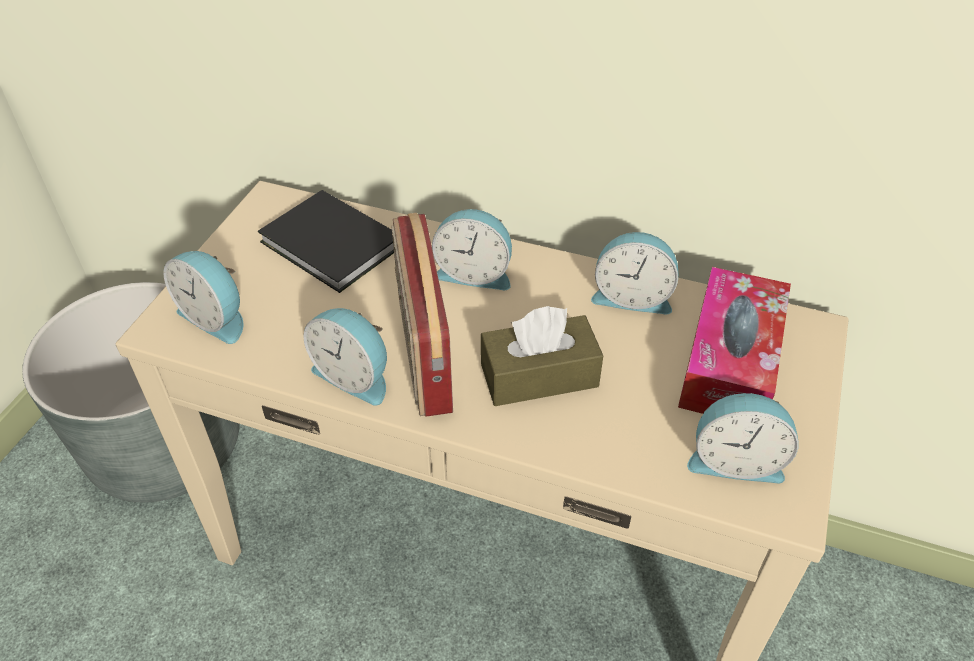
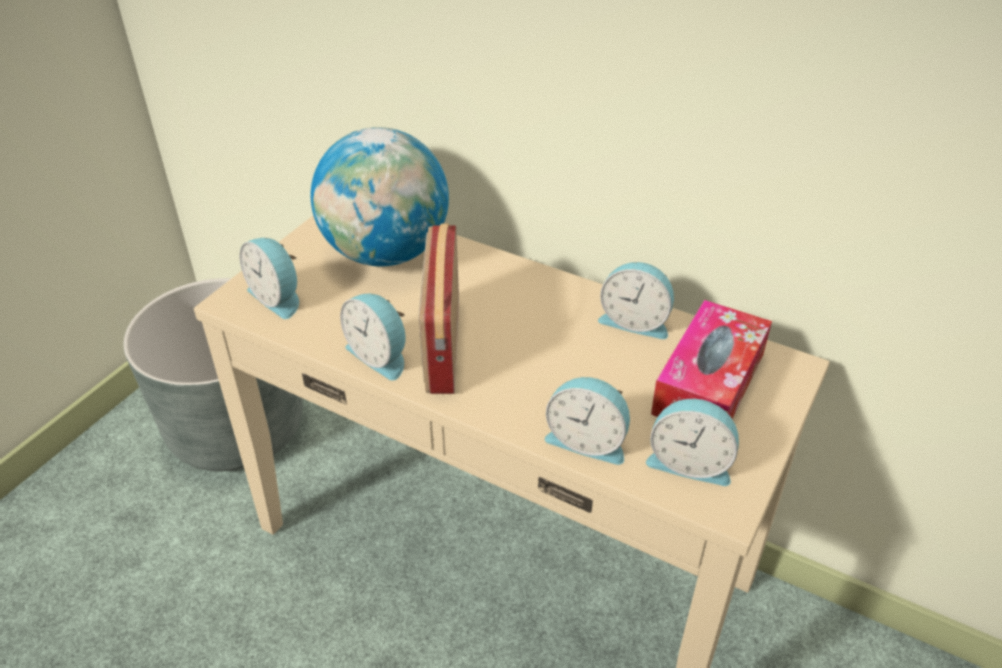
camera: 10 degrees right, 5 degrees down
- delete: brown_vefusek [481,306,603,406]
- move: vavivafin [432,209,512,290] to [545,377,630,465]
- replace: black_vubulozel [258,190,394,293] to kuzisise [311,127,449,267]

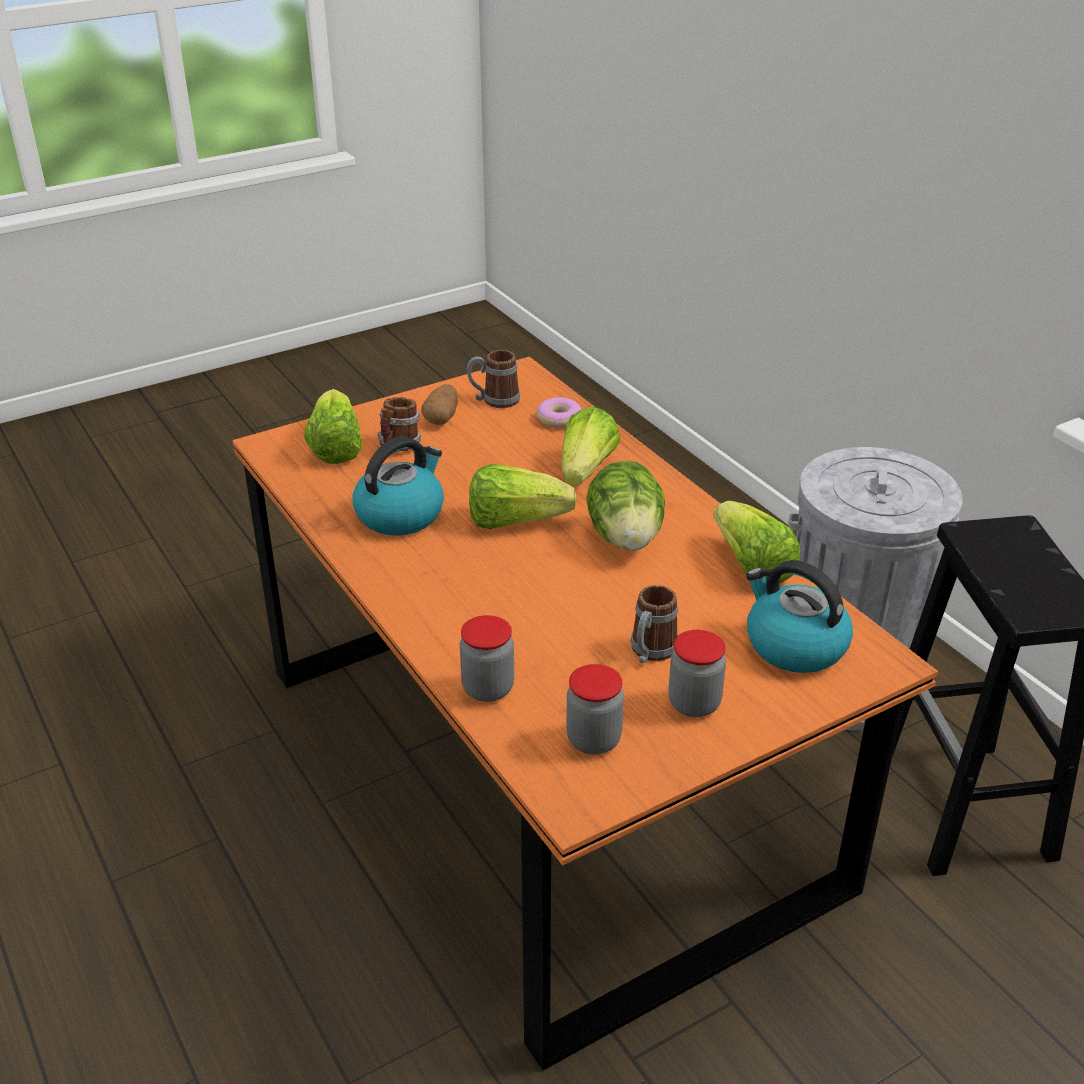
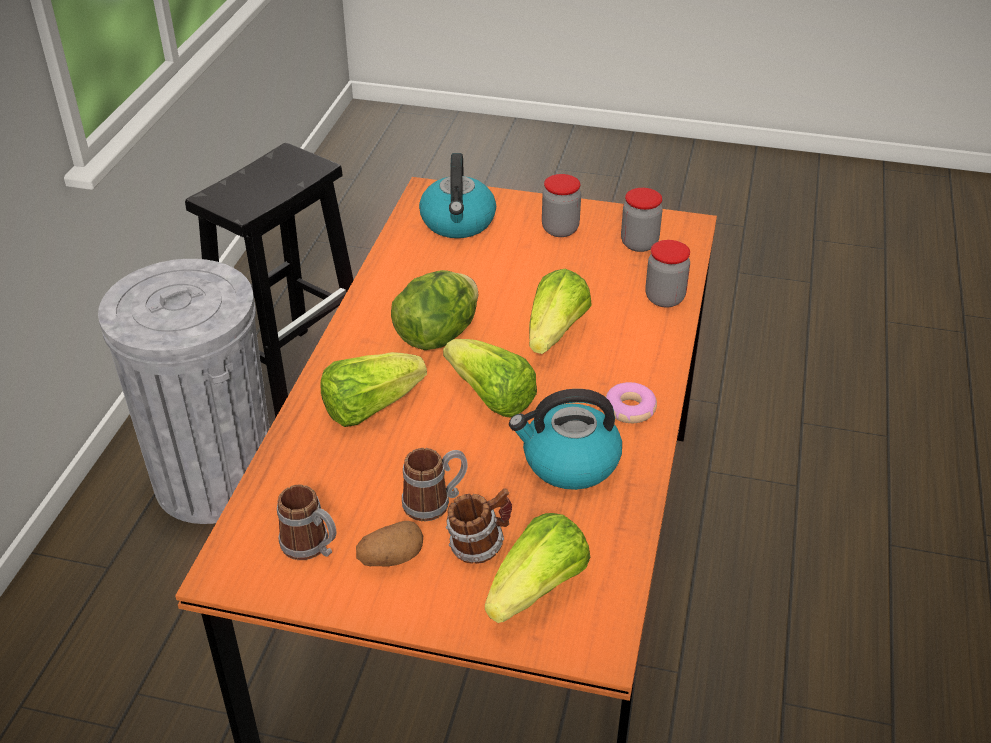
camera: 135 degrees left, 5 degrees up
- move: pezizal [536,397,582,428] to [605,382,657,423]
- move: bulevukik [630,585,678,664] to [402,448,468,521]
- move: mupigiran [713,501,800,584] to [529,269,592,354]

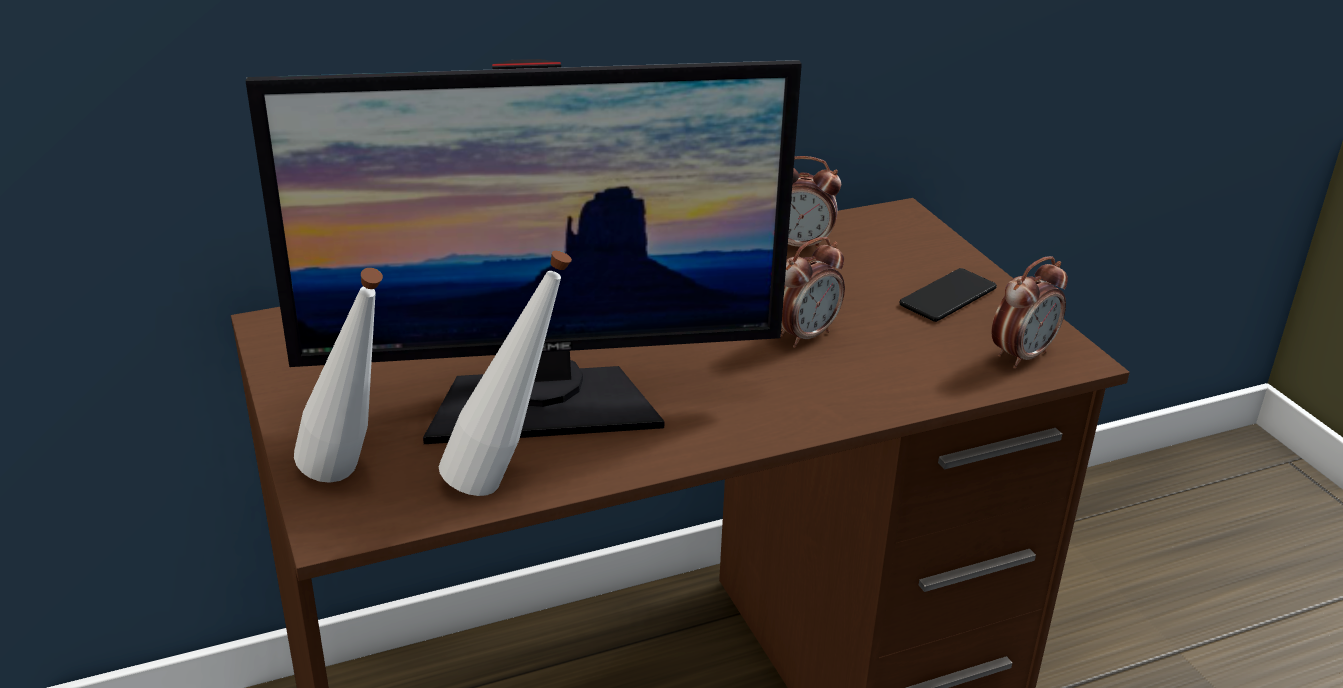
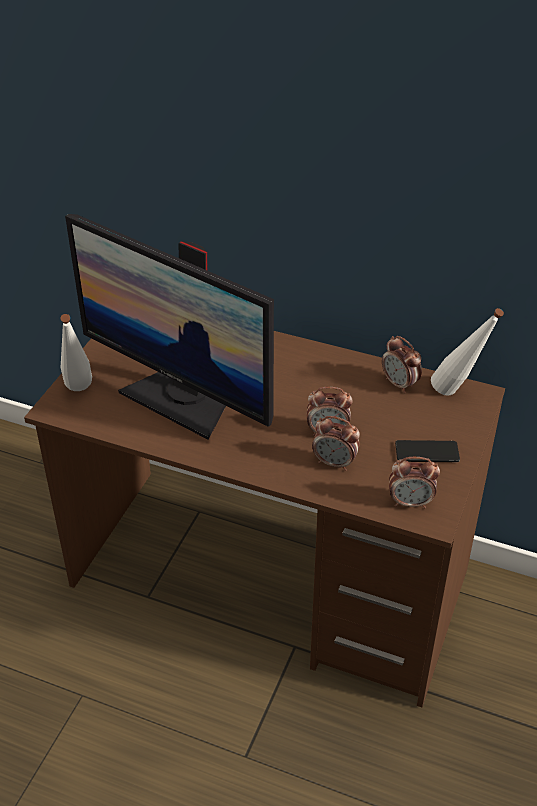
camera: 45 degrees right, 10 degrees up
- insert: vavivafin [312,416,360,471]
- move: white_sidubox [439,251,572,496] to [431,308,504,396]

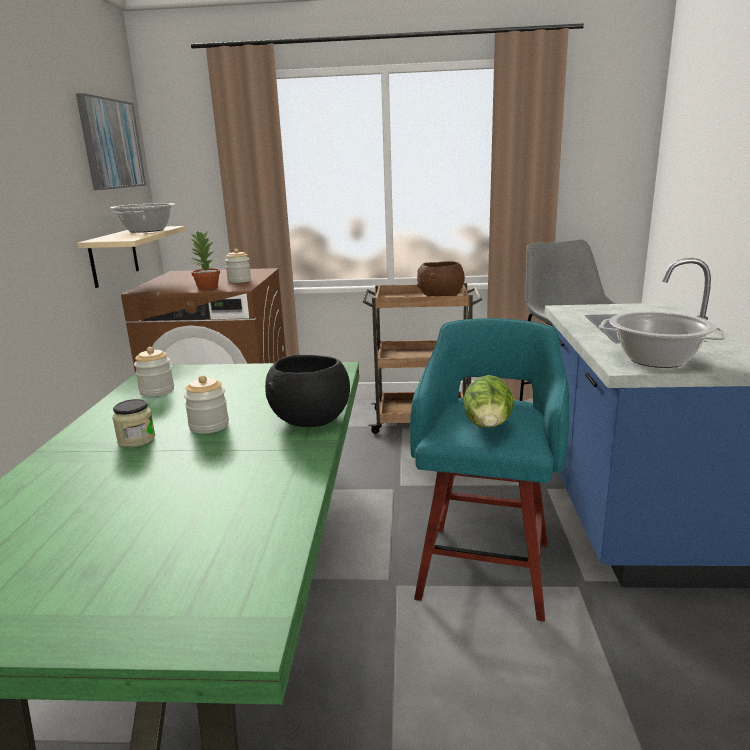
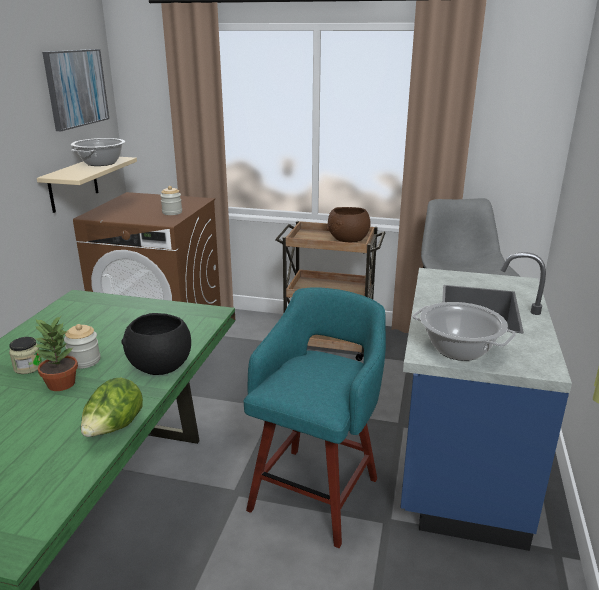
camera: 10 degrees right, 5 degrees up
- delete: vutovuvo [134,347,174,397]
- move: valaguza [189,231,220,289] to [34,316,78,391]
- move: mupigiran [463,375,514,428] to [81,378,143,437]

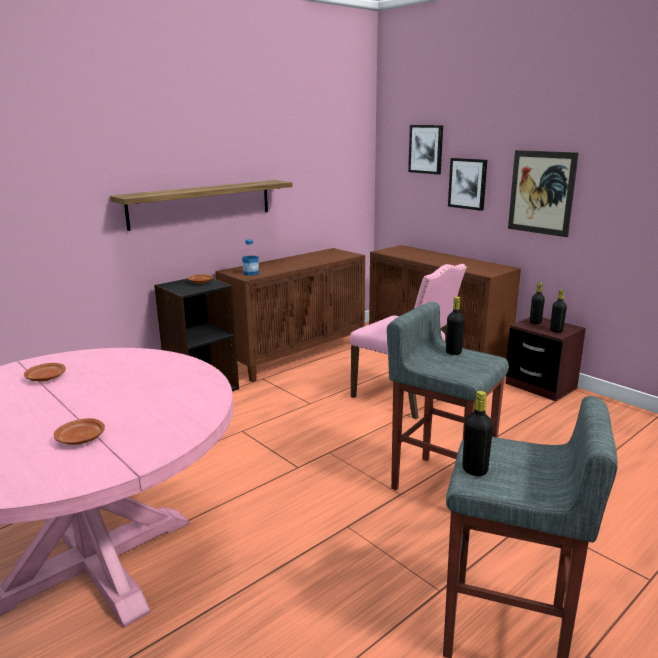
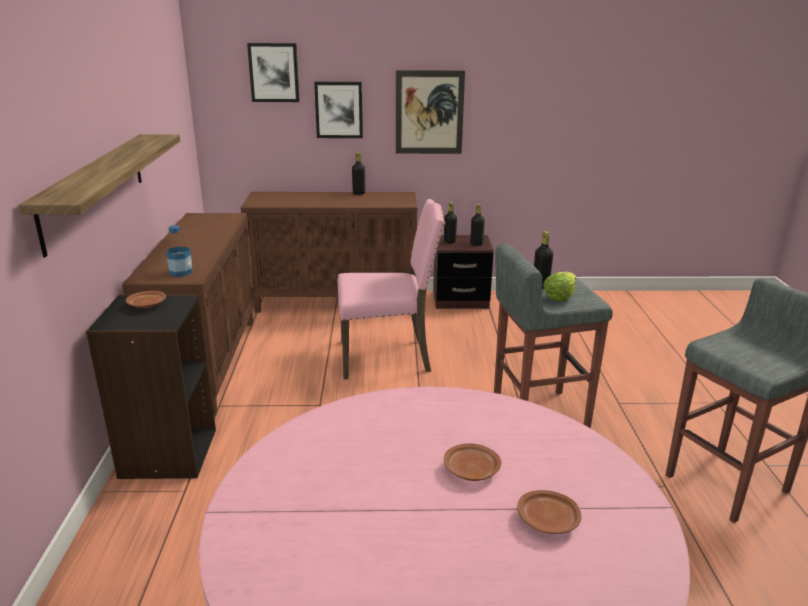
camera: 50 degrees left, 5 degrees up
- insert: mupigiran [543,272,576,301]
- move: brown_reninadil [24,363,66,381] to [444,443,501,481]
- move: black_sidubox [462,391,493,476] to [352,152,365,195]

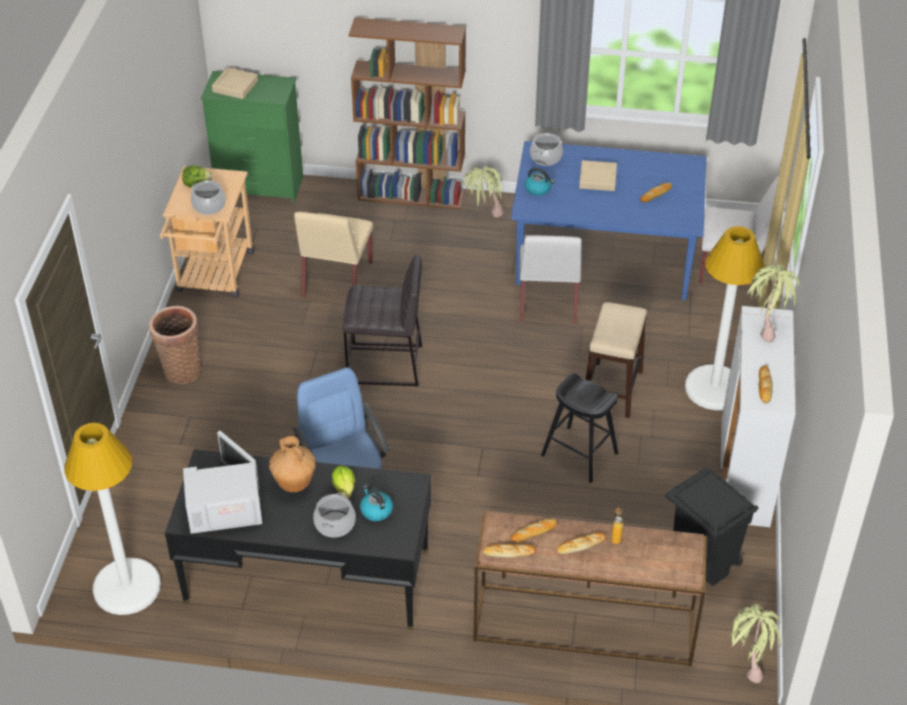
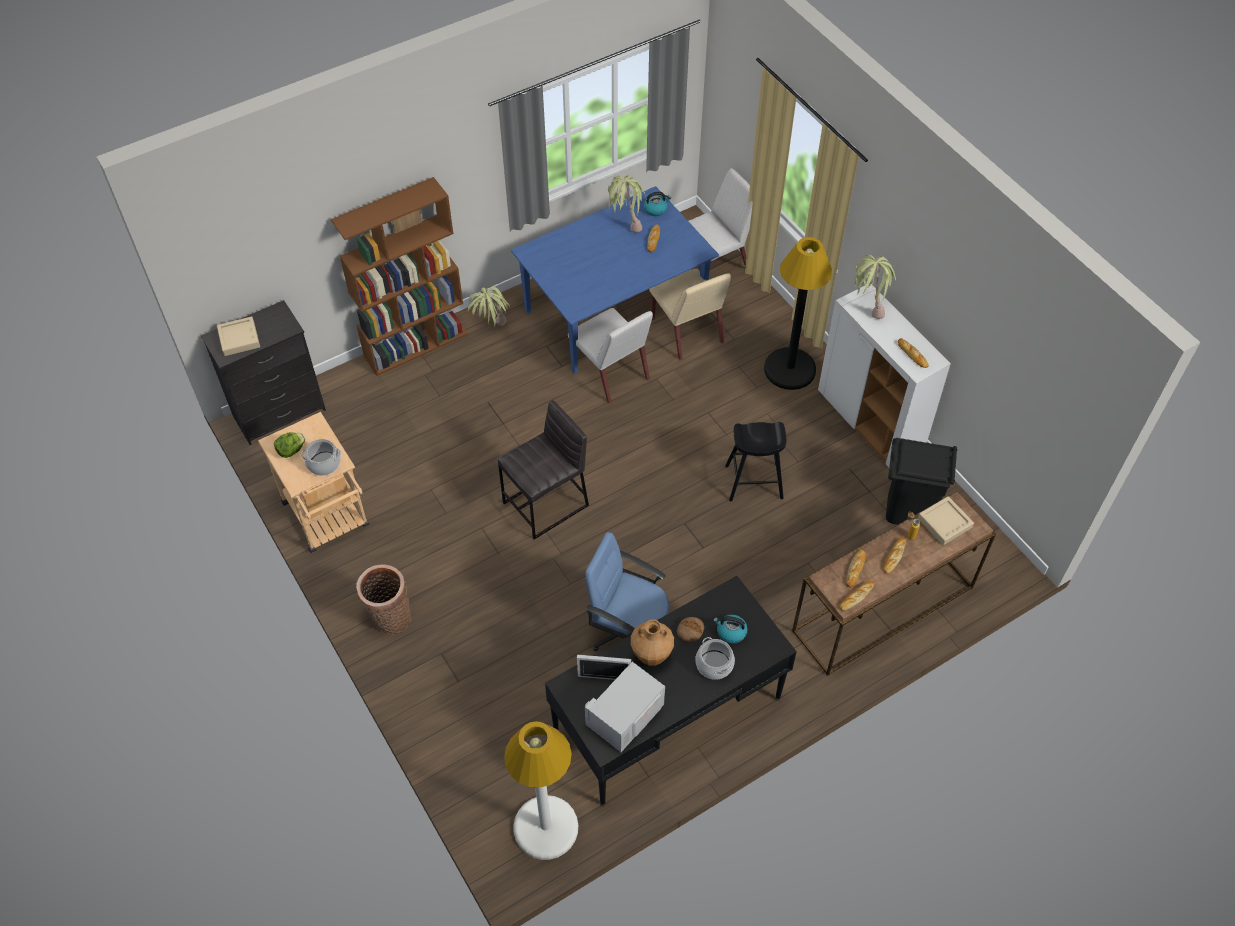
camera: 40 degrees left, 10 degrees up
- delete: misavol [530,133,563,166]
- delete: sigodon [585,302,647,418]
- move: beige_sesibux [294,212,373,298] to [649,268,731,360]
- move: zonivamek [525,168,555,196] to [644,192,671,216]
- move: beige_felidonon [579,160,617,191] to [918,496,974,545]
- move: valaguza [728,604,781,683] to [608,175,645,232]
- replace: mupigiran [331,466,355,498] to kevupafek [677,617,704,642]
- recolor: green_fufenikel [201,71,303,203] to black_fufenikel [201,300,326,445]
- recolor: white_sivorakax [685,226,764,410] to black_sivorakax [764,237,832,390]

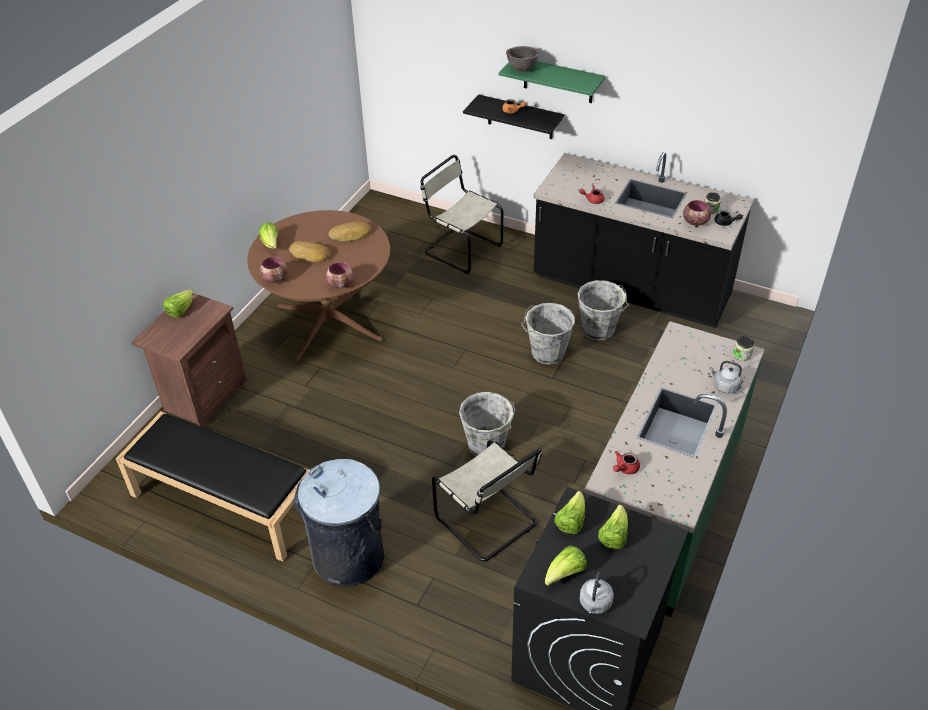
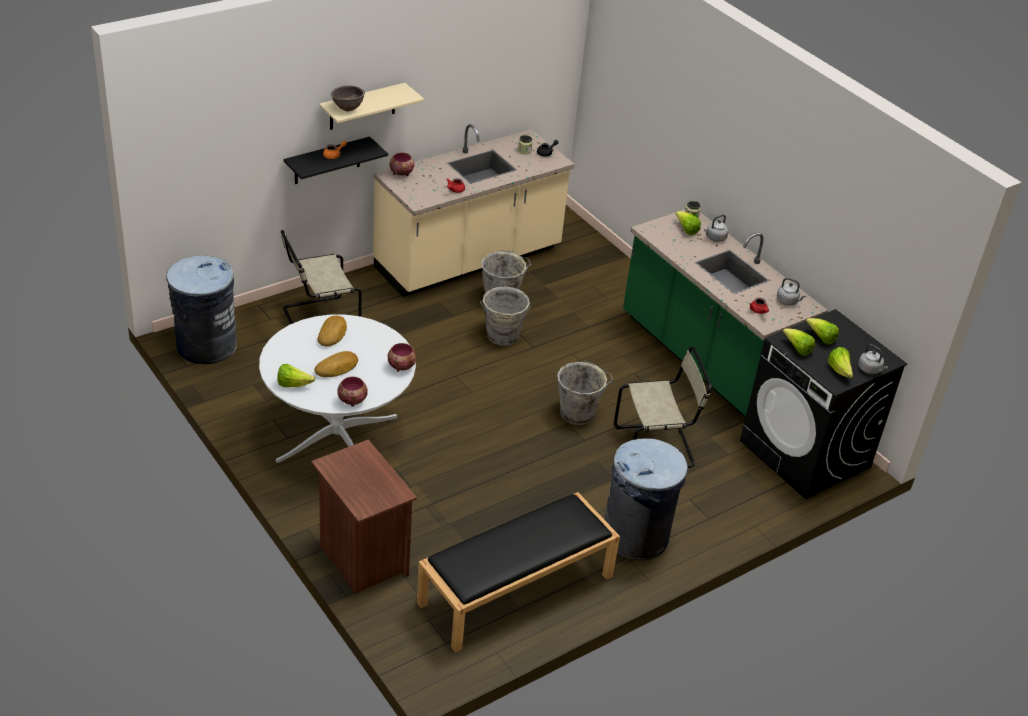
camera: 65 degrees left, 5 degrees down
- insert: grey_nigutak [166,256,237,364]
- insert: grey_zonivamek [777,278,806,305]
- move: mupigiran [163,289,193,318] to [675,211,701,236]
- move: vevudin [683,200,711,228] to [390,152,414,176]
- recolor: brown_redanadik [247,210,390,362] to white_redanadik [259,315,416,463]
- recolor: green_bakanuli [499,61,606,103] to beige_bakanuli [319,83,424,130]
- recolor: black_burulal [534,152,754,328] to beige_burulal [373,124,575,297]

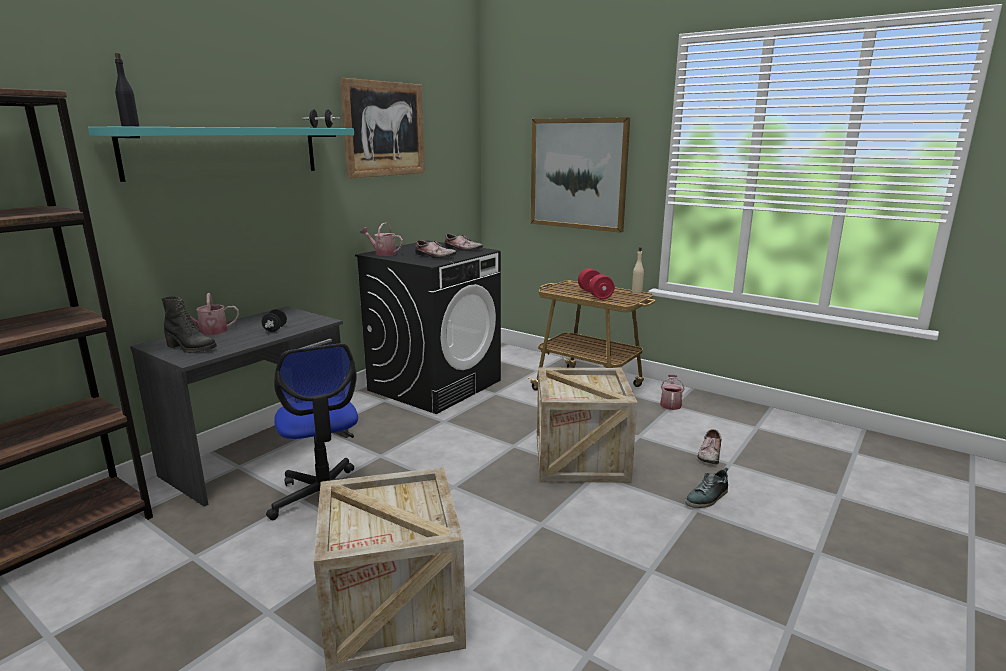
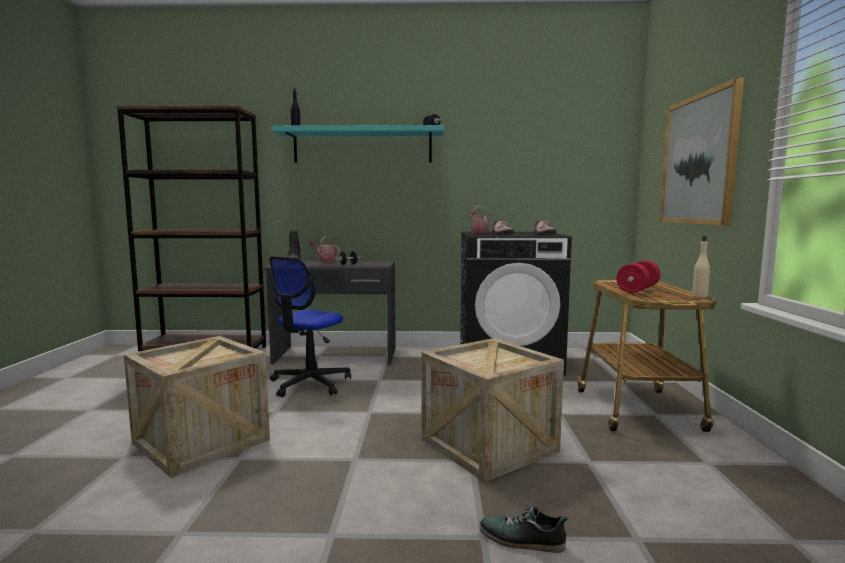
camera: 55 degrees right, 10 degrees down
- delete: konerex [340,78,425,179]
- delete: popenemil [660,374,685,410]
- delete: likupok [697,429,722,464]

